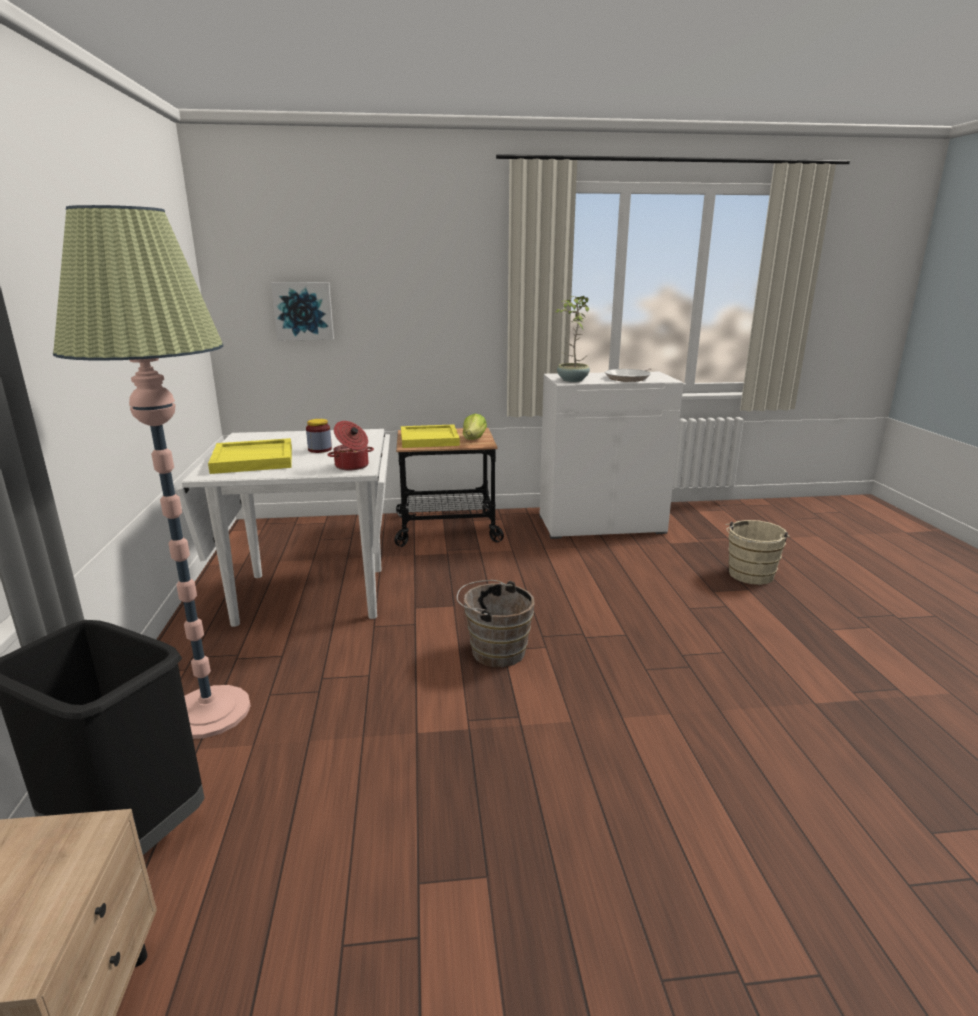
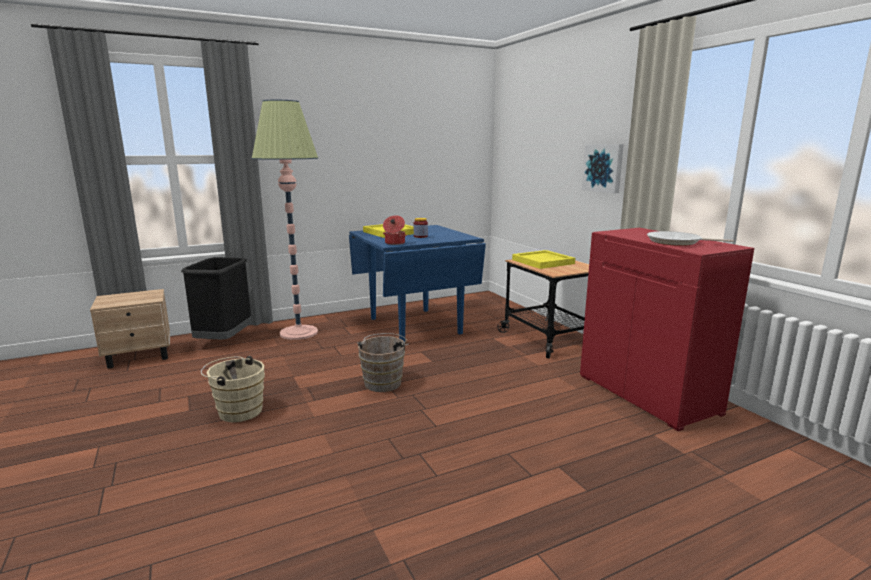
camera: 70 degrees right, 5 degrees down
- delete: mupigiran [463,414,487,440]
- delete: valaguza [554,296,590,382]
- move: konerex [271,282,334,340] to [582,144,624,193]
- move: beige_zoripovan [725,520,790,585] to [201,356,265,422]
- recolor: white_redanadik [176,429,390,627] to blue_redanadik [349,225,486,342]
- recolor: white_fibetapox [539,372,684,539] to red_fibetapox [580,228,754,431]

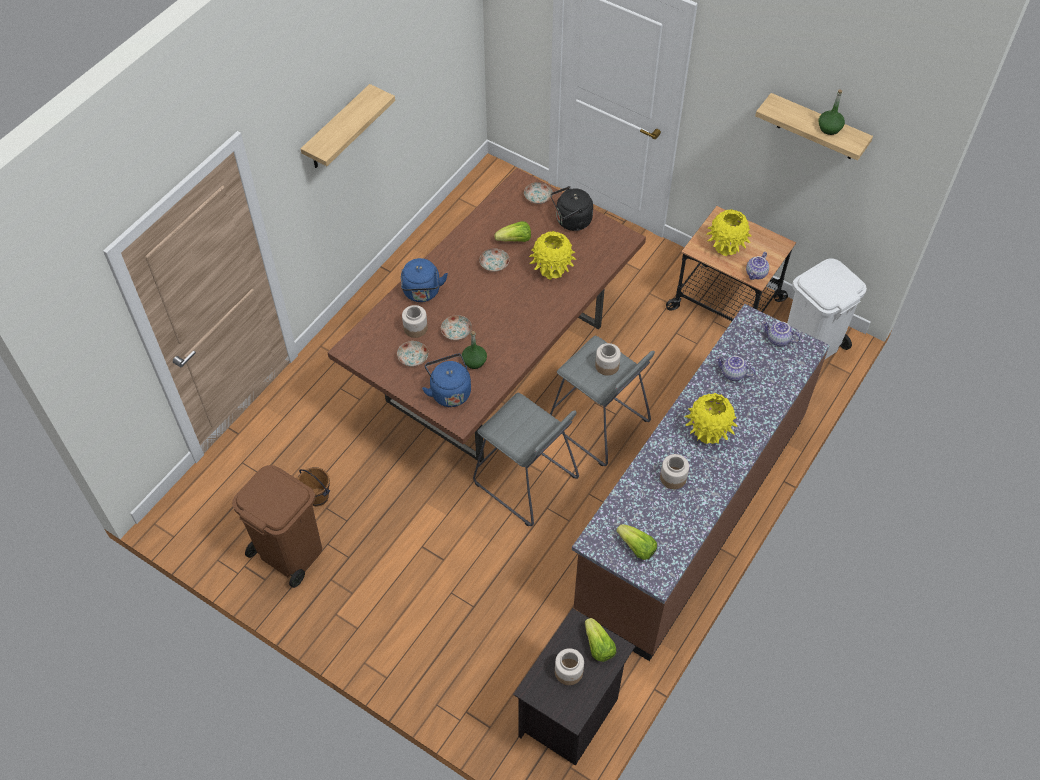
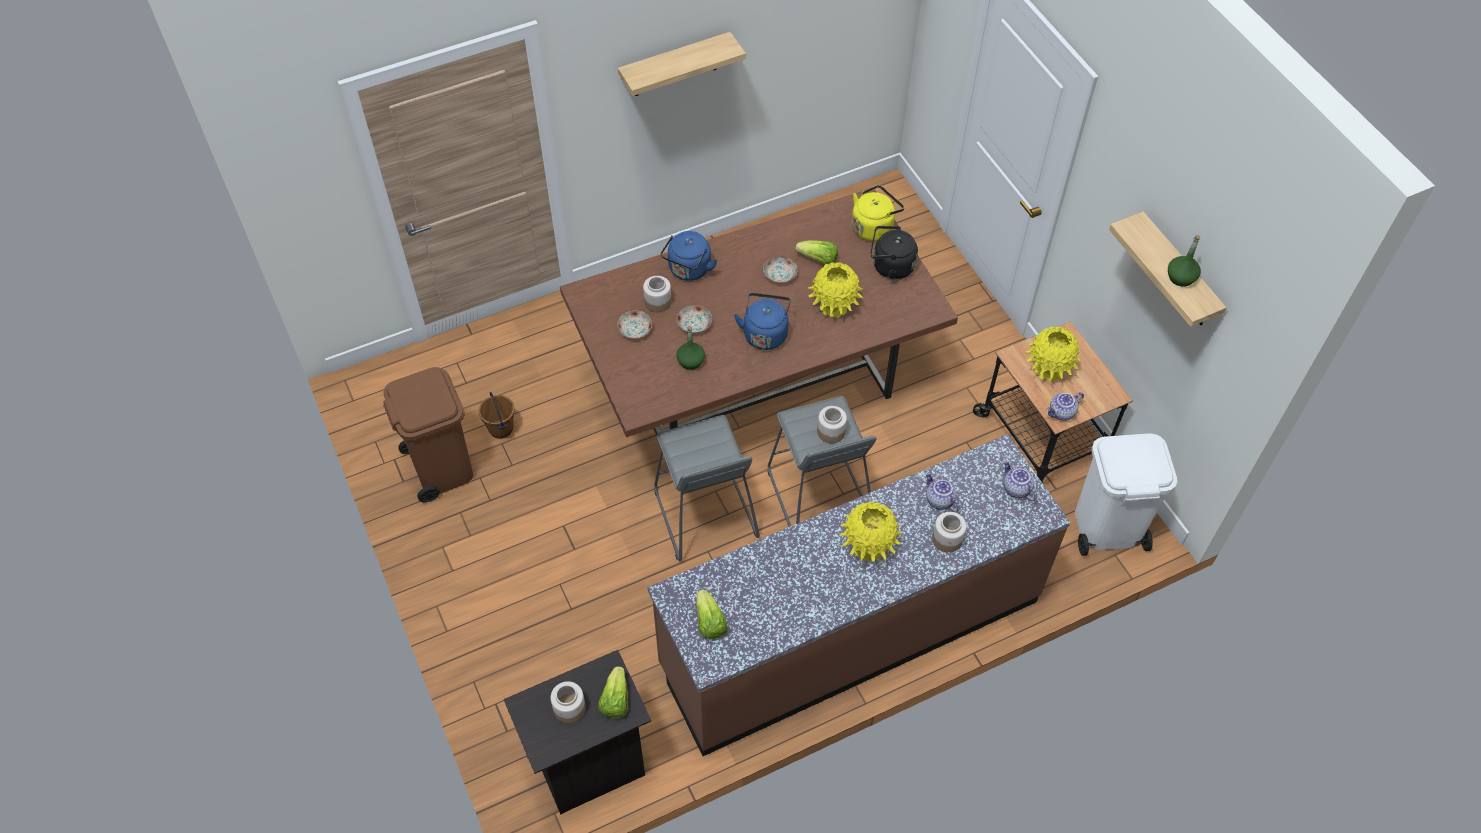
camera: 30 degrees right, 0 degrees up
- move: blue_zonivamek [422,354,471,407] to [734,293,791,350]
- move: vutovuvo [660,454,689,489] to [932,512,966,552]
- replace: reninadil [524,182,552,204] to yellow_zonivamek [852,185,904,241]

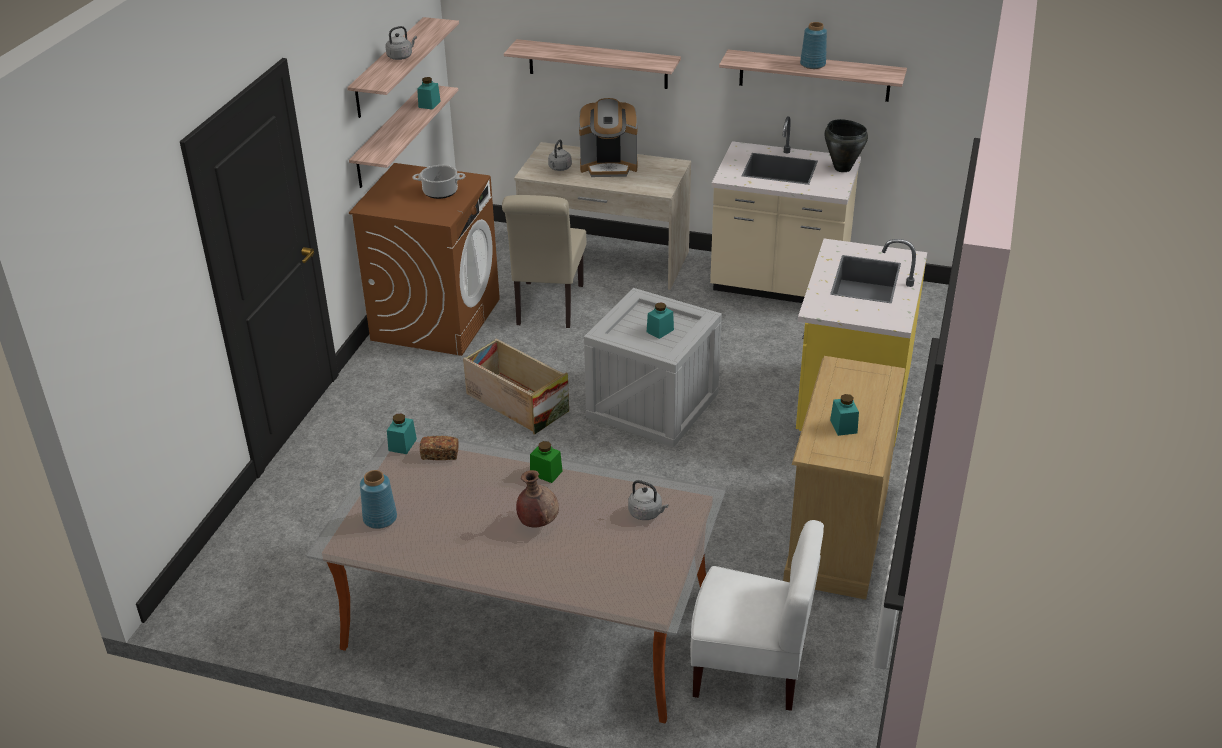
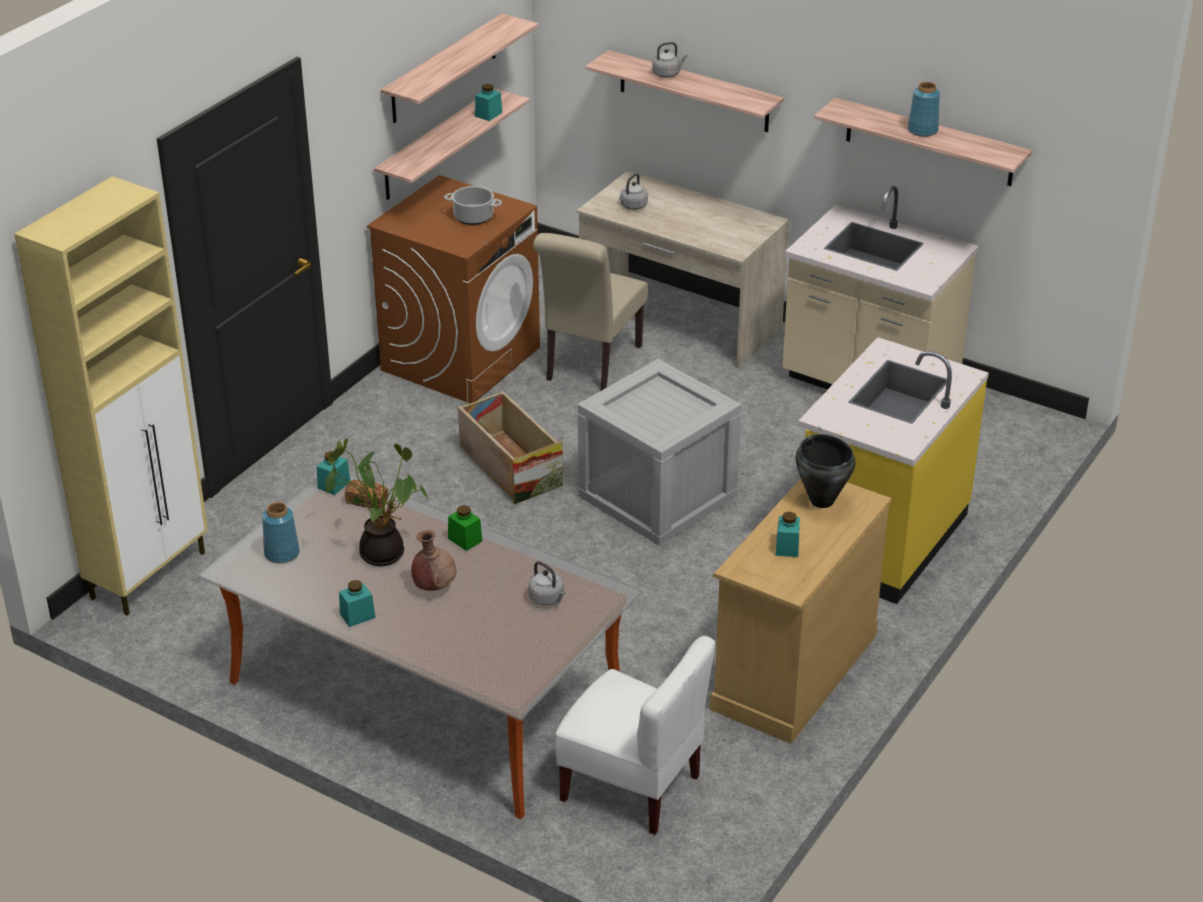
camera: 15 degrees right, 0 degrees up
- delete: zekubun [579,98,637,177]
- insert: beige_fibetapox [14,176,208,616]
- insert: valaguza [326,438,429,566]
- move: grey_zonivamek [385,26,417,60] to [652,42,688,78]
- move: turquoise_vutovuvo [647,302,674,339] to [339,580,376,627]
- move: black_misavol [824,119,868,172] to [796,434,856,508]

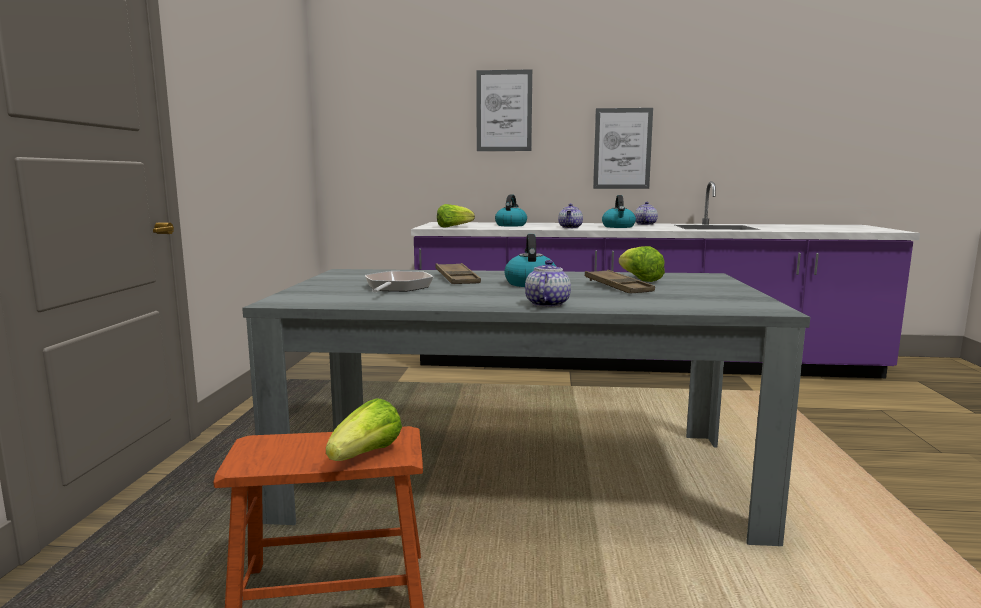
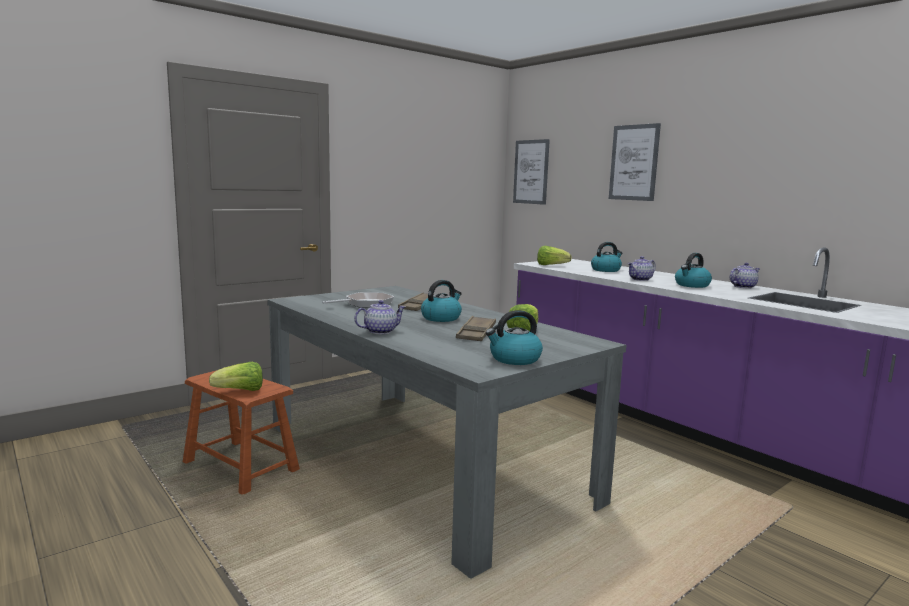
camera: 45 degrees right, 0 degrees up
- insert: zonivamek [485,310,543,365]
- move: konerex [593,108,653,189] to [513,139,550,205]

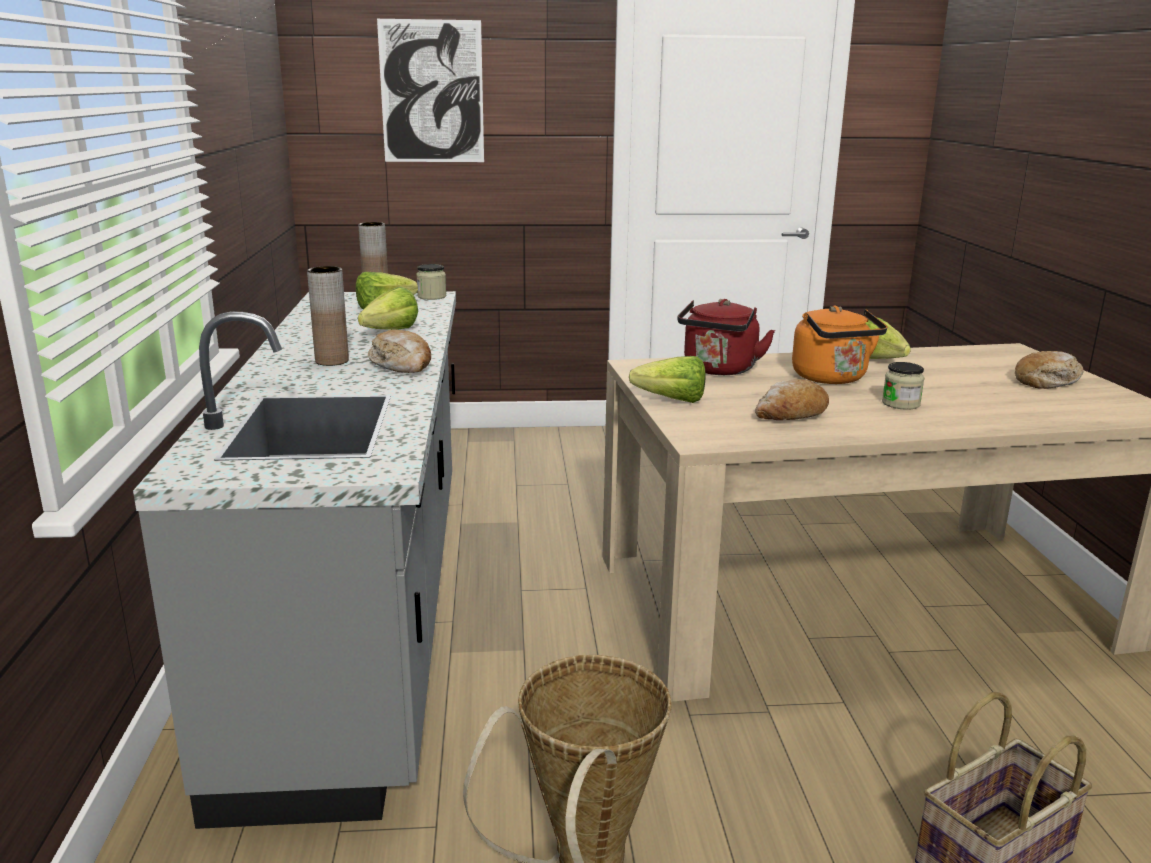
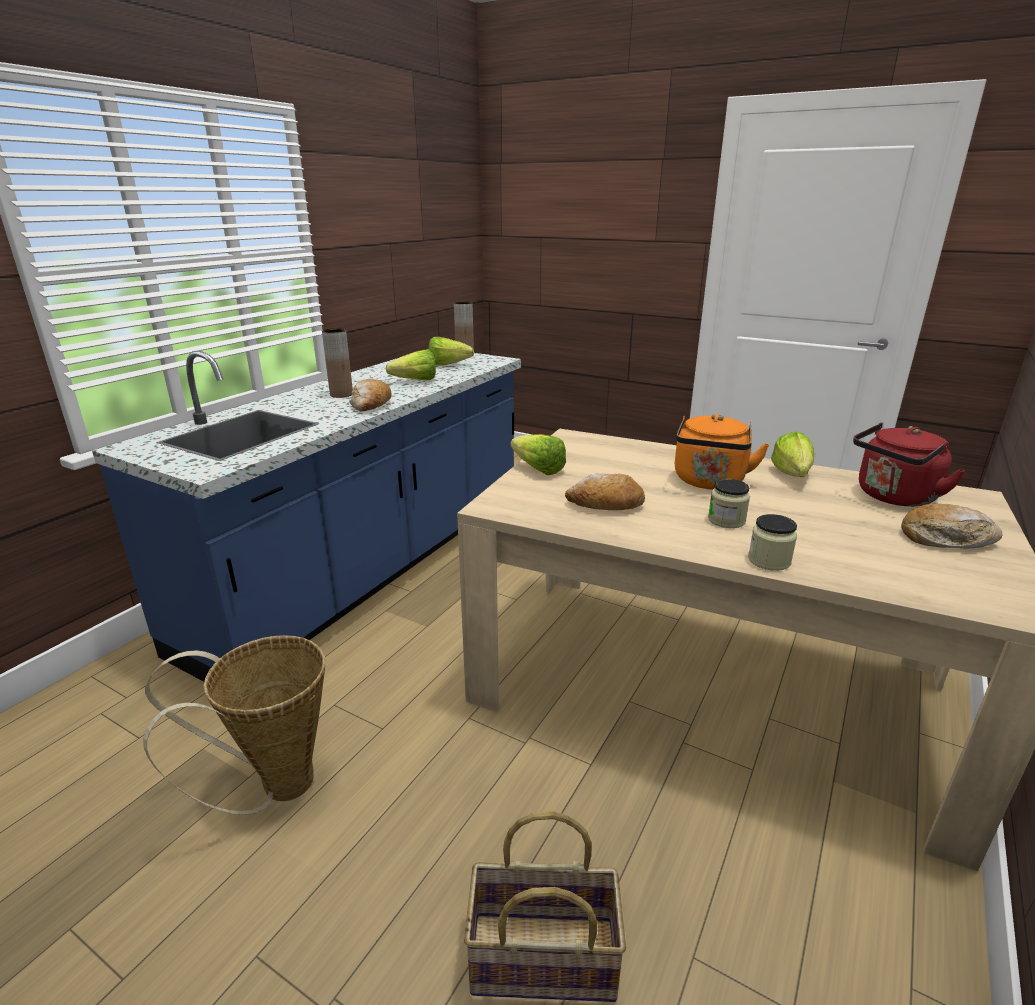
camera: 35 degrees right, 5 degrees up
- delete: konerex [377,19,484,162]
- move: vutovuvo [416,264,447,300] to [748,514,797,571]
- move: red_zonivamek [677,299,775,375] to [853,423,965,507]
- recolor: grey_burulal [133,291,456,829] to blue_burulal [92,349,521,682]

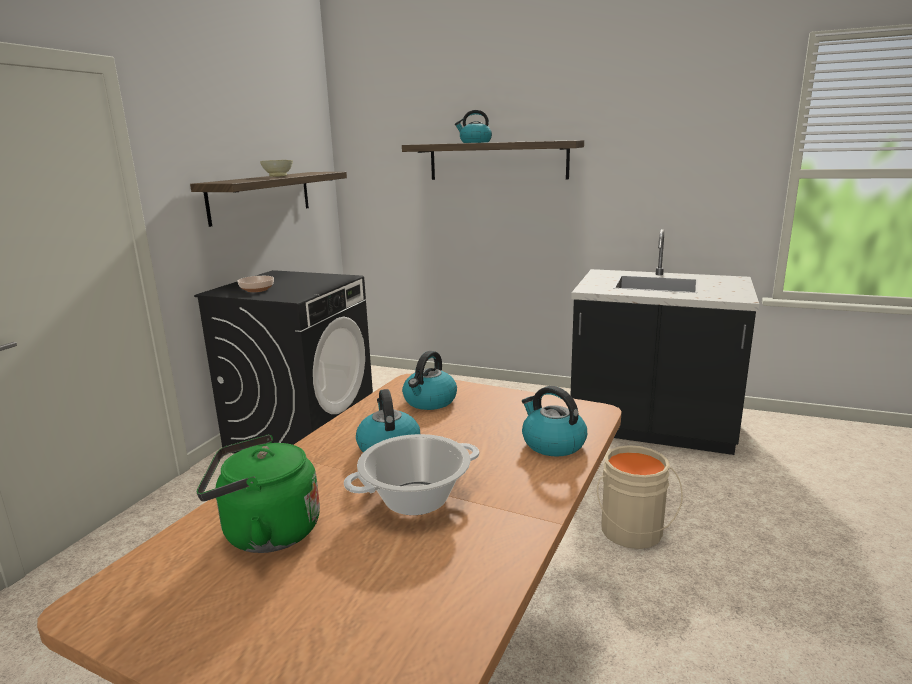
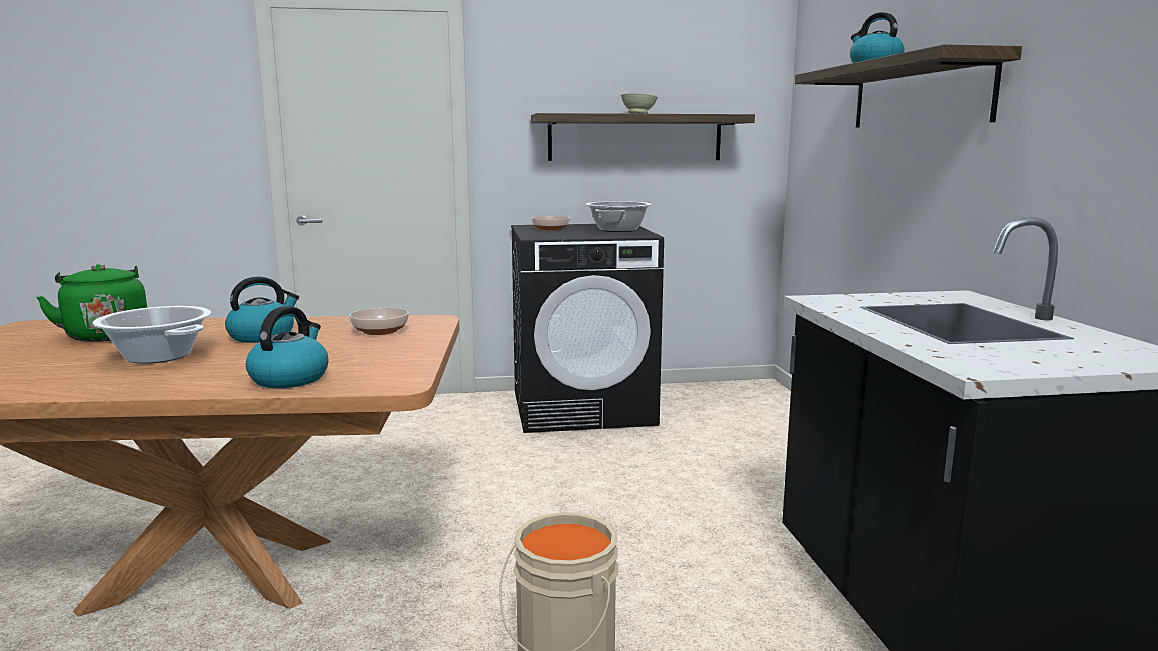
camera: 60 degrees right, 5 degrees down
- insert: misavol [586,201,652,232]
- replace: zonivamek [402,351,457,410] to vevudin [349,308,409,335]

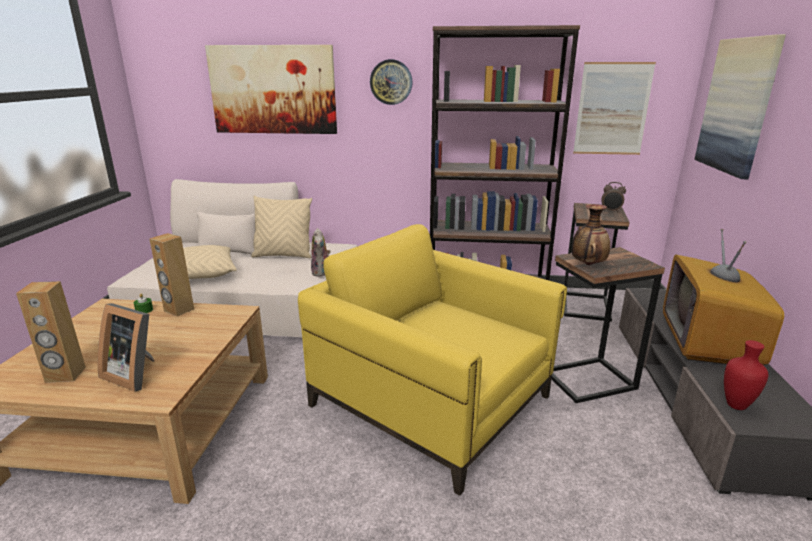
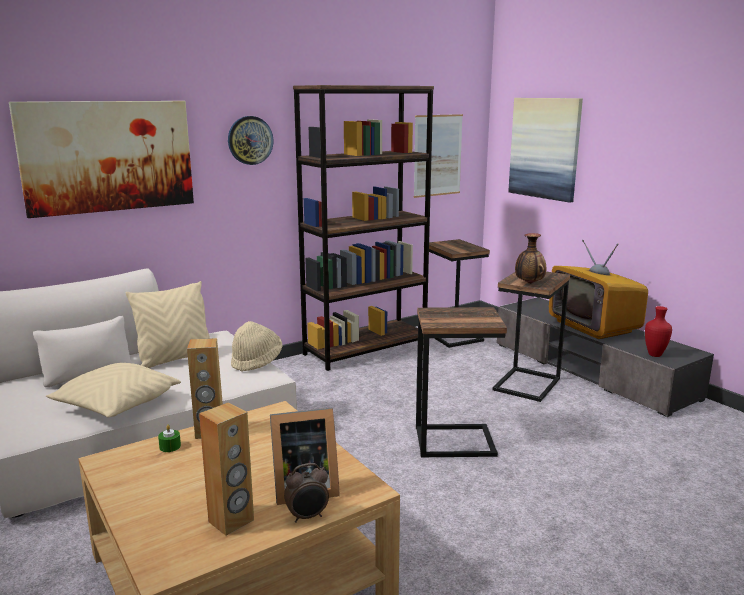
camera: 40 degrees left, 5 degrees down
- move: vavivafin [601,182,626,212] to [284,463,329,523]
- replace: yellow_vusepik [298,224,567,496] to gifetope [416,307,507,457]
- replace: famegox [311,228,331,277] to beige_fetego [231,321,282,372]

